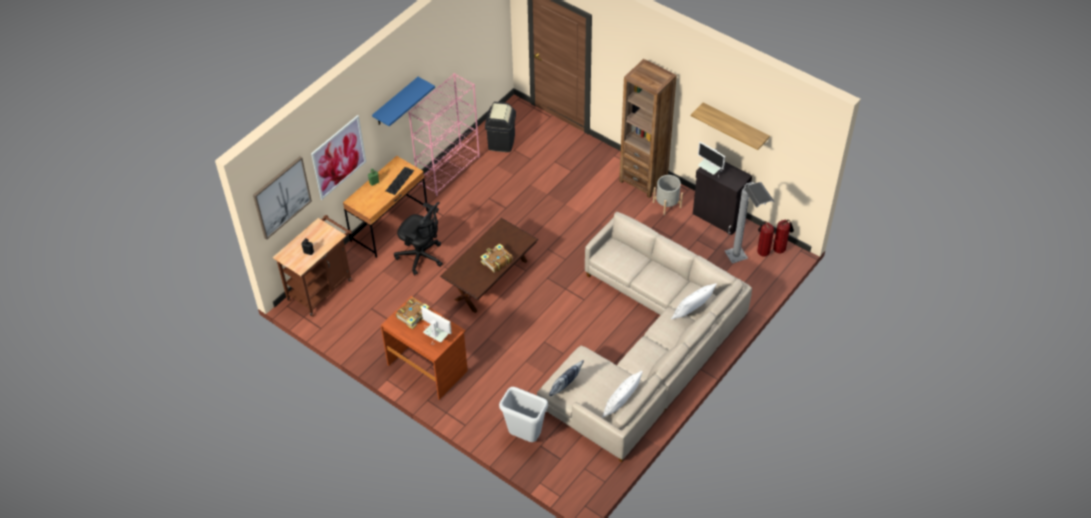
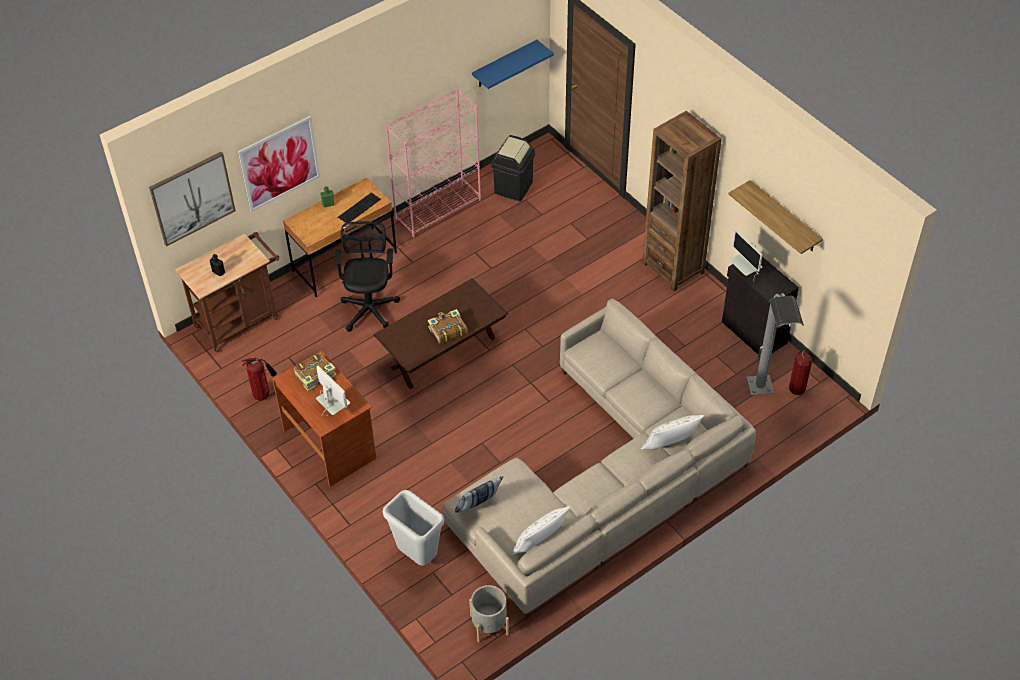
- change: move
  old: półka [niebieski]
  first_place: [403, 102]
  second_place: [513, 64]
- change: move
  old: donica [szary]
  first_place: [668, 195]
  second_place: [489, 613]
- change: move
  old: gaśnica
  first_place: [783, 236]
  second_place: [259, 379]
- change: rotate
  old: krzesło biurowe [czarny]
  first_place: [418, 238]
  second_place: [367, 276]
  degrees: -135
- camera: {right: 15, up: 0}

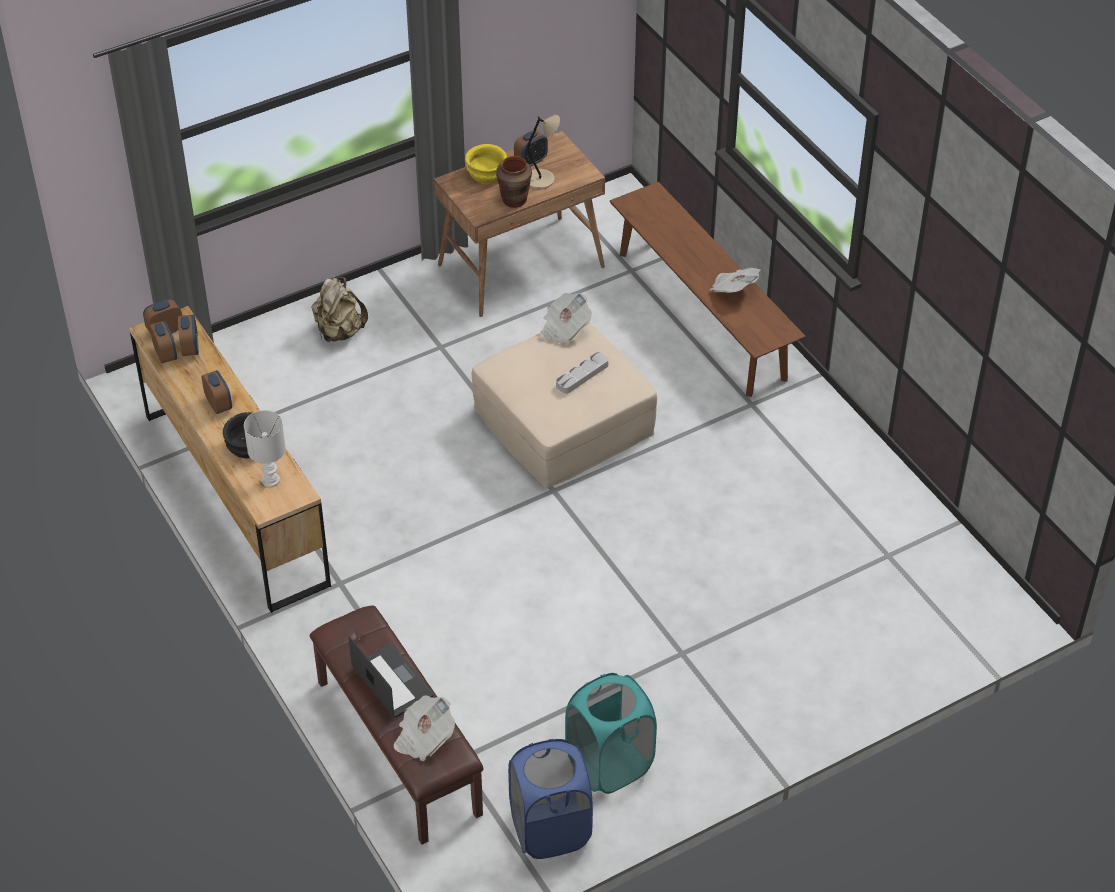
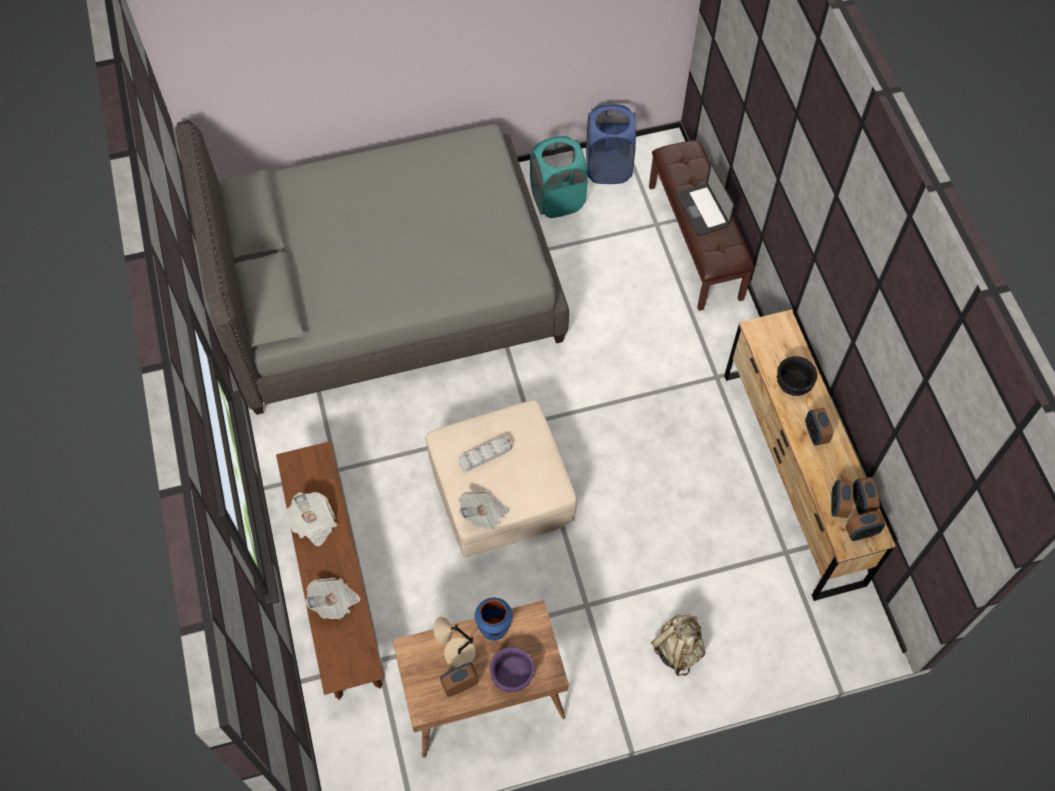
- change: delete
  old: lampa stołowa [biały]
  first_place: [265, 448]
- change: insert
  new: łóżko [szary]
  second_place: [372, 267]
- change: move
  old: gazeta
  first_place: [424, 728]
  second_place: [332, 599]
- change: recolor
  old: miska [żółty]
  new: miska [fioletowy]
  first_place: [486, 164]
  second_place: [512, 670]
- change: recolor
  old: wazon [brązowy]
  new: wazon [niebieski]
  first_place: [514, 182]
  second_place: [494, 619]
- camera: {right: -165, up: 15}

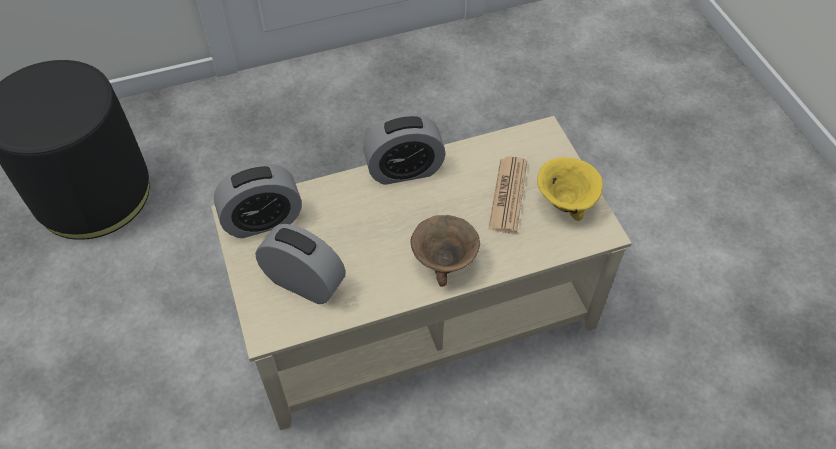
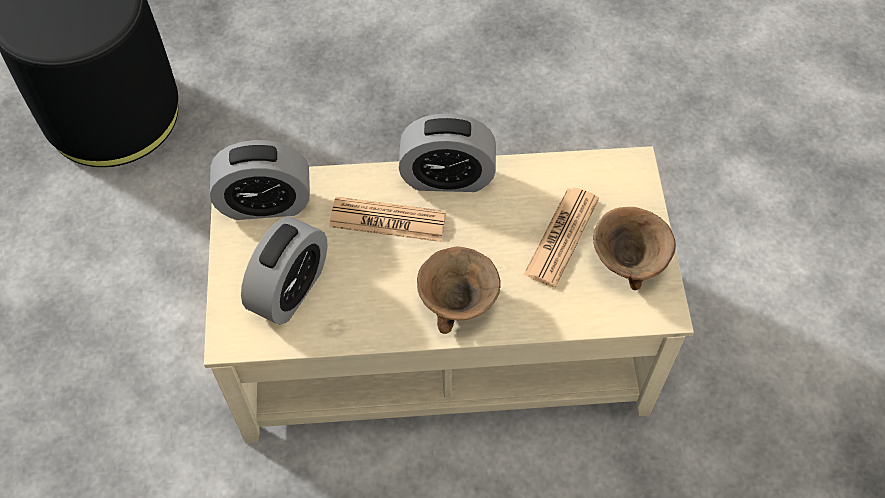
- change: insert
  new: gazeta
  second_place: [387, 219]
- change: recolor
  old: miska [żółty]
  new: miska [brązowy]
  first_place: [570, 189]
  second_place: [634, 248]
- change: rotate
  old: budzik
  first_place: [300, 264]
  second_place: [284, 271]
  degrees: 75
- camera: {right: 15, up: 5}

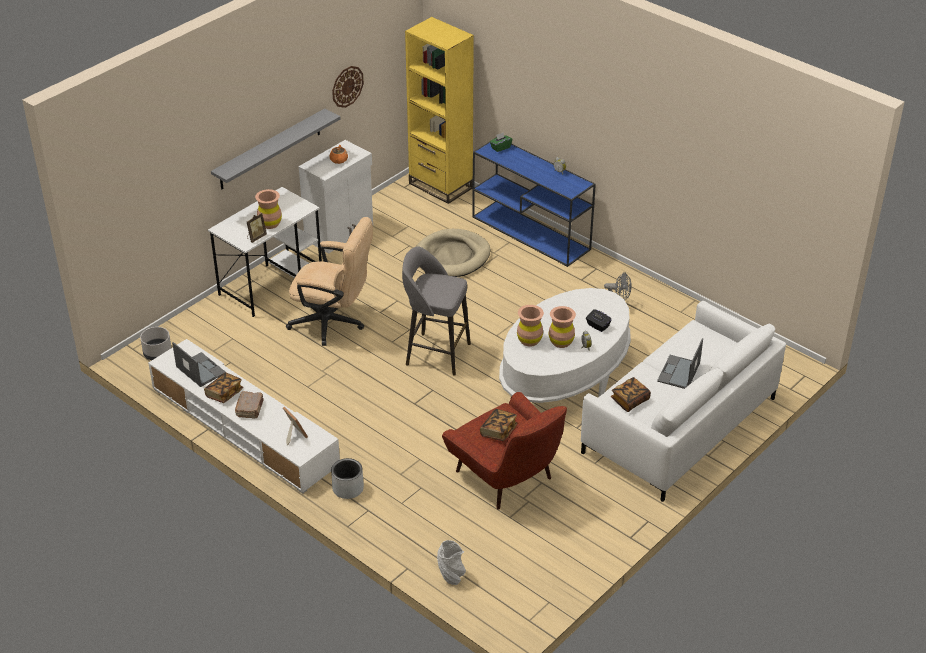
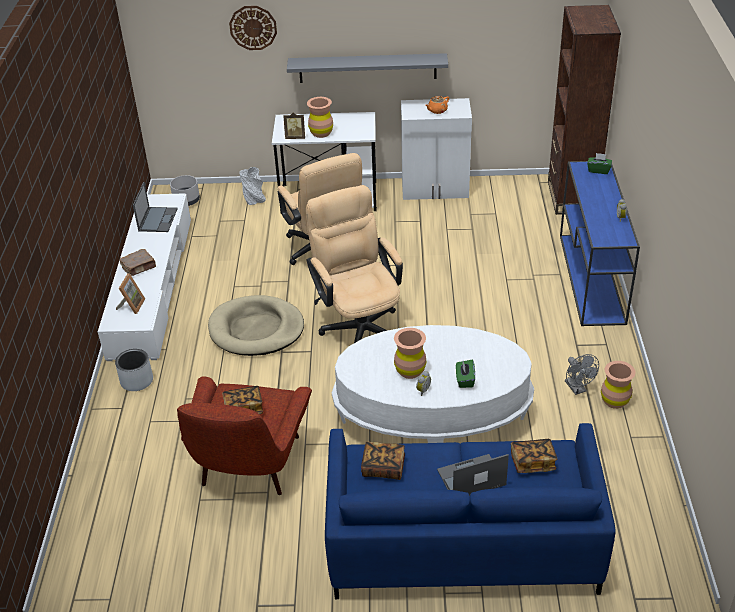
- change: move
  old: książka
  first_place: [223, 387]
  second_place: [534, 456]
- change: move
  old: zegar ścienny
  first_place: [348, 87]
  second_place: [253, 28]
- change: move
  old: legowisko [beżowy]
  first_place: [453, 253]
  second_place: [256, 325]
- change: move
  old: wazon [szary]
  first_place: [451, 562]
  second_place: [253, 186]
- change: move
  old: wazon [brązowy]
  first_place: [530, 326]
  second_place: [618, 385]
- change: replace
  old: stołek [szary]
  new: krzesło biurowe [beżowy]
  first_place: [436, 311]
  second_place: [354, 264]
- change: recolor
  old: regał [żółty]
  new: regał [brązowy]
  first_place: [439, 110]
  second_place: [584, 110]
- change: recolor
  old: kanapa [biały]
  new: kanapa [niebieski]
  first_place: [683, 401]
  second_place: [470, 511]
- change: recolor
  old: pudełko chusteczek [czarny]
  new: pudełko chusteczek [zielony]
  first_place: [599, 320]
  second_place: [465, 373]
- camera: {right: 50, up: 0}

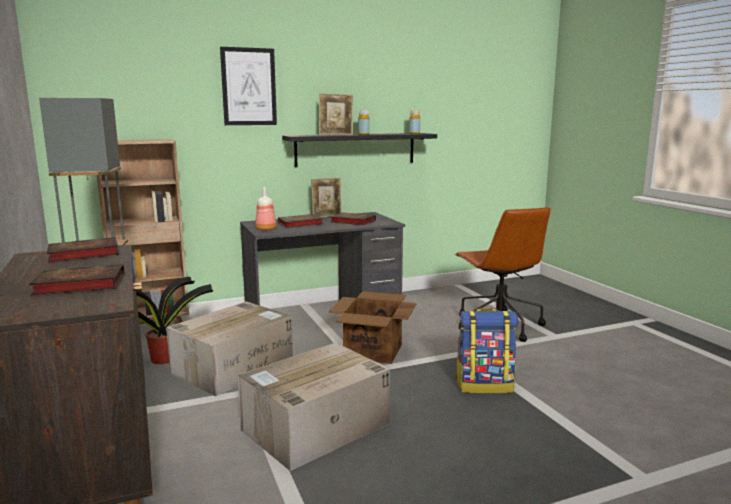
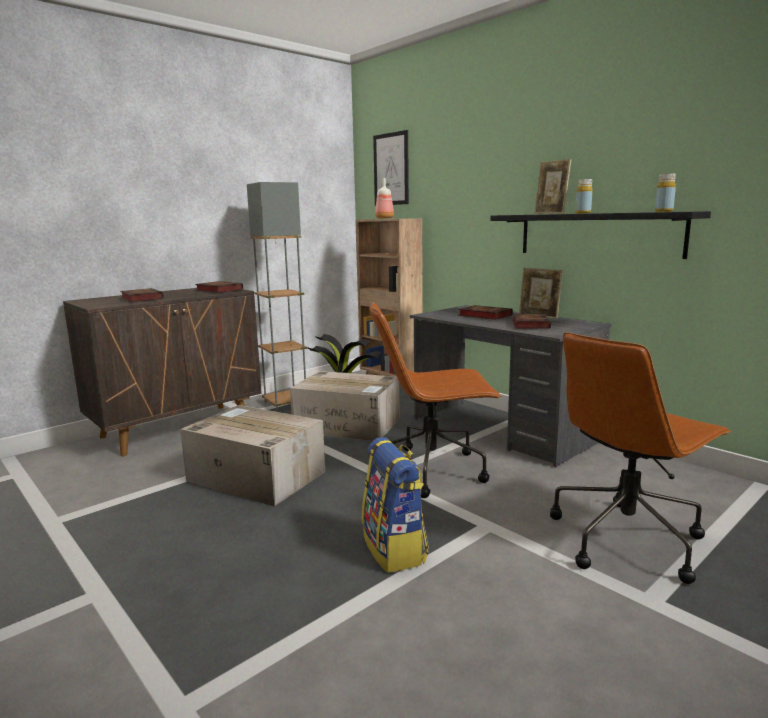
- change: move
  old: obraz
  first_place: [248, 86]
  second_place: [391, 167]
- change: move
  old: butelka
  first_place: [265, 209]
  second_place: [384, 198]
- change: replace
  old: karton
  new: krzesło biurowe [brązowy]
  first_place: [372, 327]
  second_place: [435, 400]
- camera: {right: 70, up: 0}

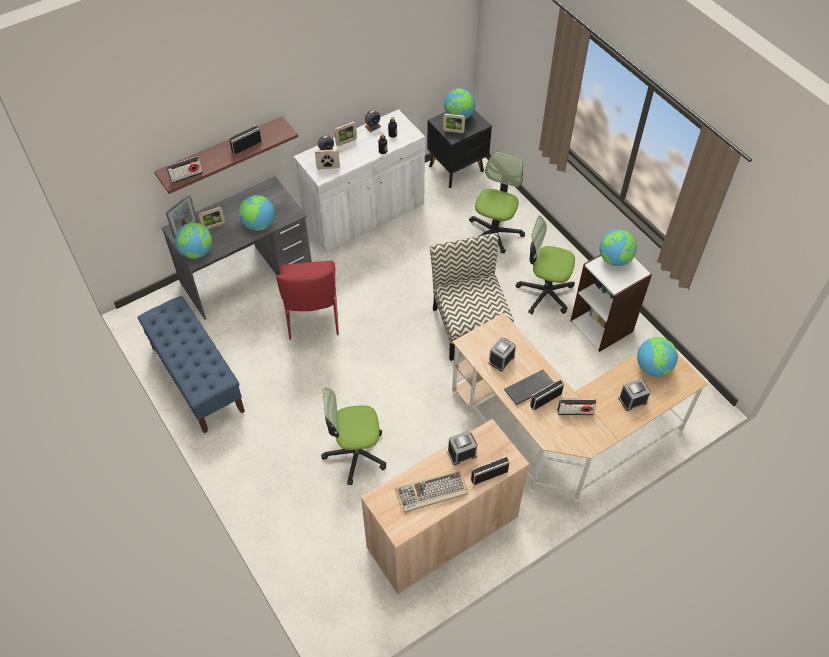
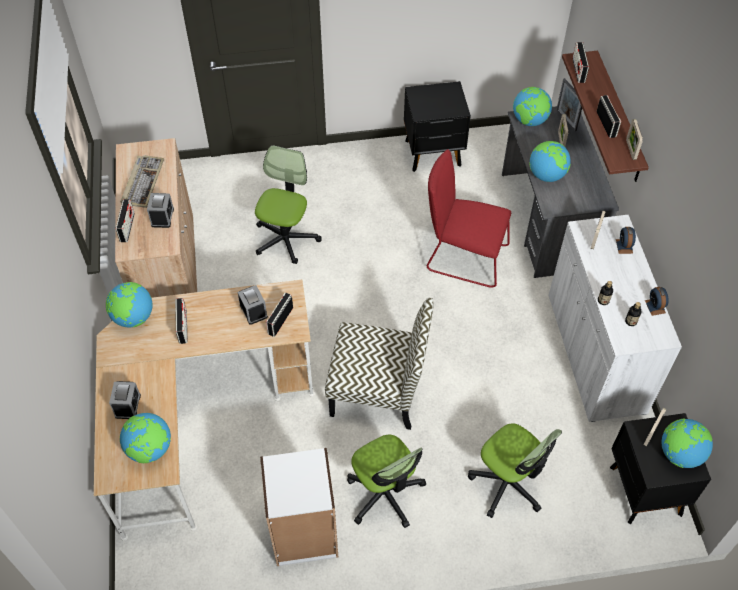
- change: delete
  old: klawiatura
  first_place: [529, 387]
- change: move
  old: ramka na zdjęcie
  first_place: [345, 133]
  second_place: [634, 139]
- change: move
  old: radio
  first_place: [577, 407]
  second_place: [279, 315]
- change: move
  old: globus
  first_place: [618, 248]
  second_place: [129, 305]
- change: replace
  old: ławka [niebieski]
  new: szafka nocna [czarny]
  first_place: [191, 364]
  second_place: [437, 126]
- change: rotate
  old: krzesło biurowe
  first_place: [545, 265]
  second_place: [386, 481]
  degrees: 105
- camera: {right: 115, up: 0}

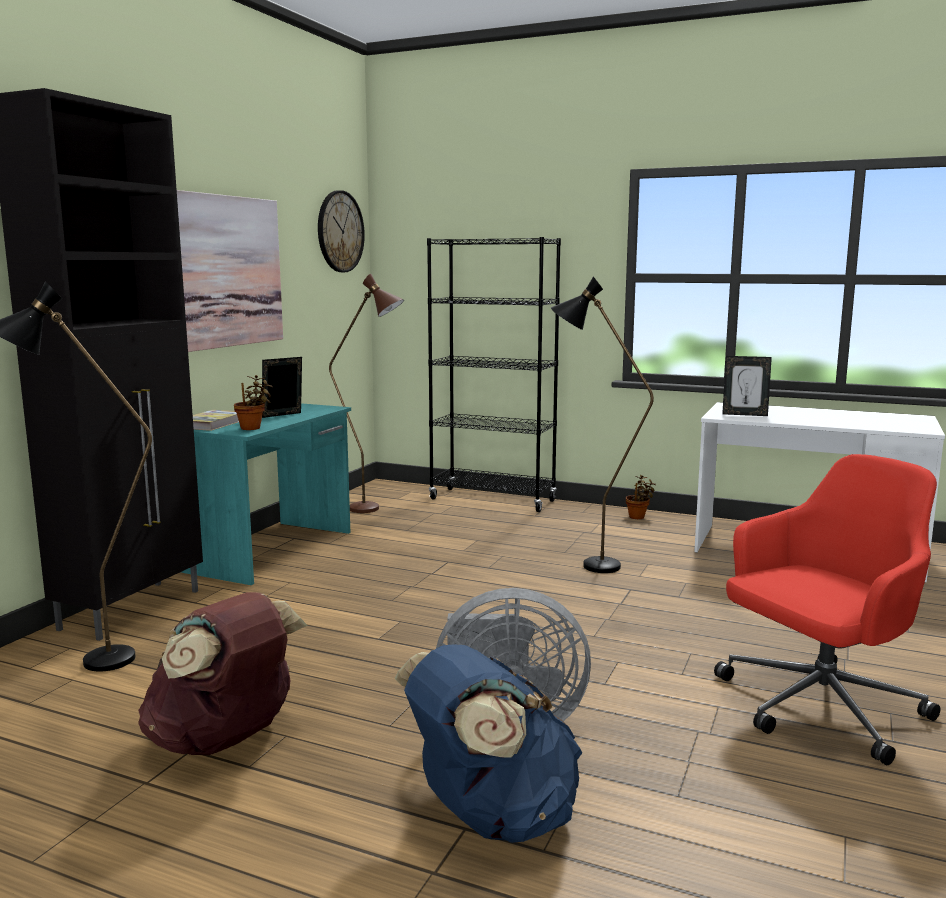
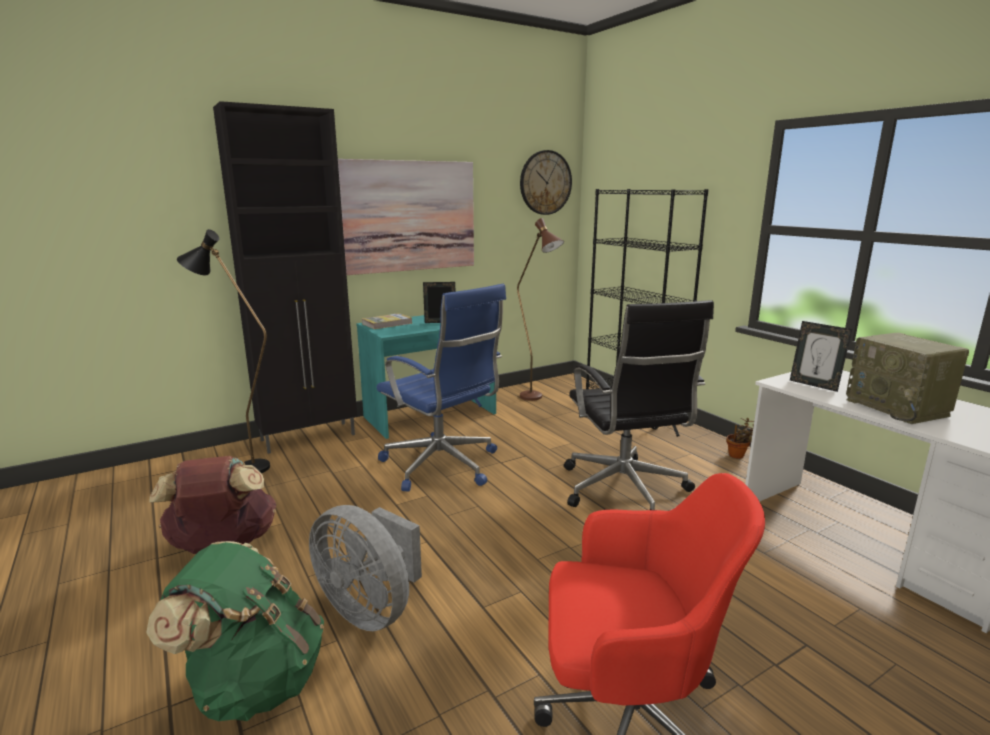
- change: delete
  old: roślina doniczkowa
  first_place: [253, 402]
- change: insert
  new: krzesło biurowe [niebieski]
  second_place: [441, 387]
- change: insert
  new: radio
  second_place: [907, 378]
- change: replace
  old: lampa stojąca [czarny]
  new: krzesło biurowe [czarny]
  first_place: [602, 424]
  second_place: [639, 405]
- change: recolor
  old: plecak [niebieski]
  new: plecak [zielony]
  first_place: [488, 744]
  second_place: [235, 631]
- camera: {right: 35, up: 5}

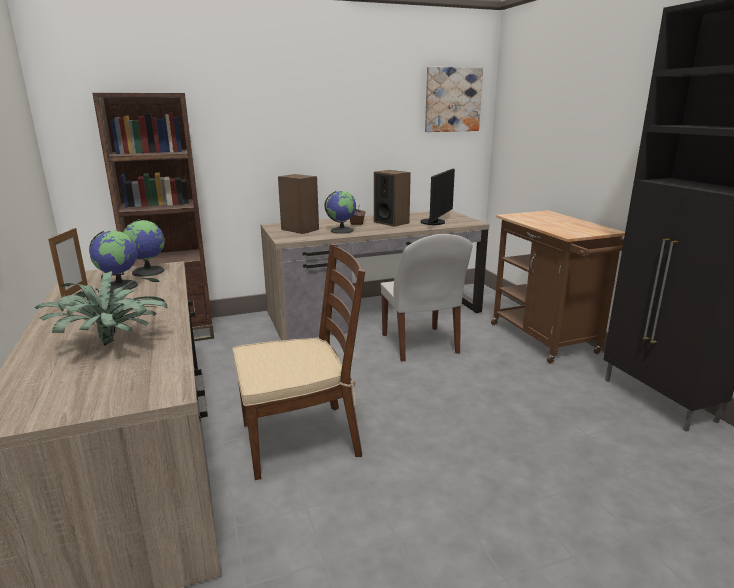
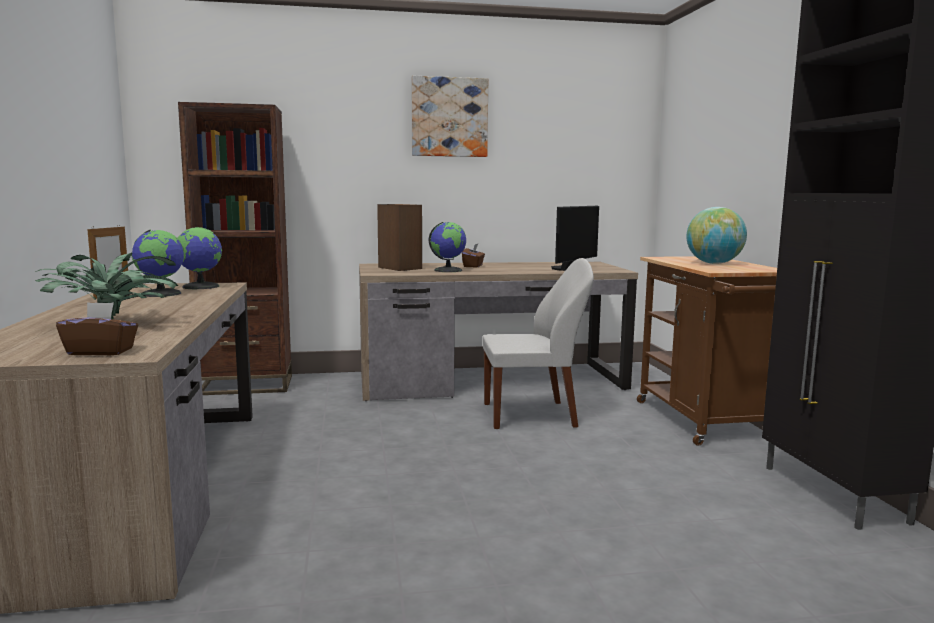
- change: delete
  old: krzesło [brązowy]
  first_place: [298, 362]
- change: delete
  old: głośnik
  first_place: [392, 198]
- change: insert
  new: pudełko chusteczek [brązowy]
  second_place: [97, 328]
- change: insert
  new: globus
  second_place: [716, 235]
- change: move
  old: obraz
  first_place: [454, 99]
  second_place: [450, 116]
- change: rotate
  old: krzesło [biały]
  first_place: [427, 298]
  second_place: [538, 343]
  degrees: -90
- camera: {right: 10, up: -10}

